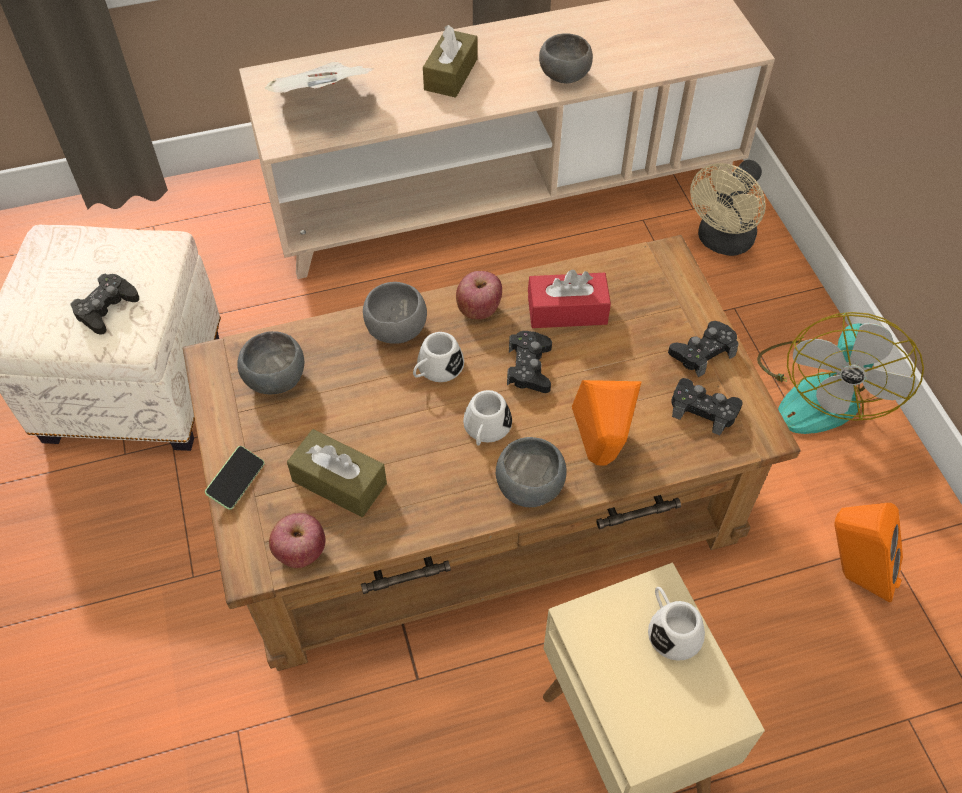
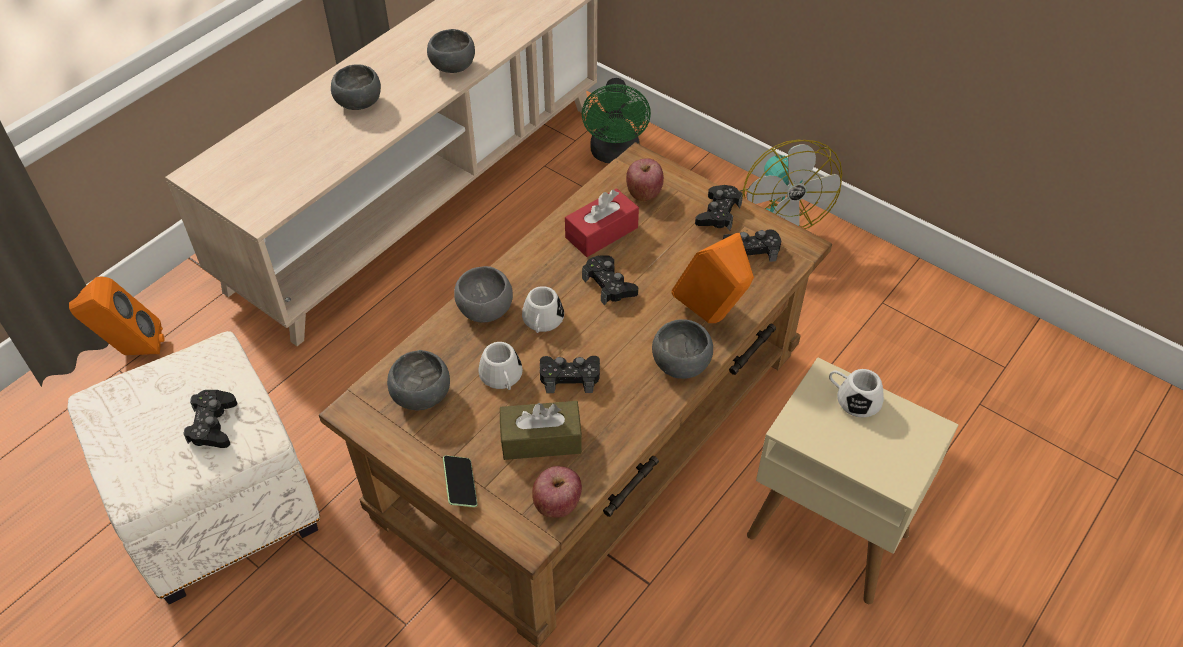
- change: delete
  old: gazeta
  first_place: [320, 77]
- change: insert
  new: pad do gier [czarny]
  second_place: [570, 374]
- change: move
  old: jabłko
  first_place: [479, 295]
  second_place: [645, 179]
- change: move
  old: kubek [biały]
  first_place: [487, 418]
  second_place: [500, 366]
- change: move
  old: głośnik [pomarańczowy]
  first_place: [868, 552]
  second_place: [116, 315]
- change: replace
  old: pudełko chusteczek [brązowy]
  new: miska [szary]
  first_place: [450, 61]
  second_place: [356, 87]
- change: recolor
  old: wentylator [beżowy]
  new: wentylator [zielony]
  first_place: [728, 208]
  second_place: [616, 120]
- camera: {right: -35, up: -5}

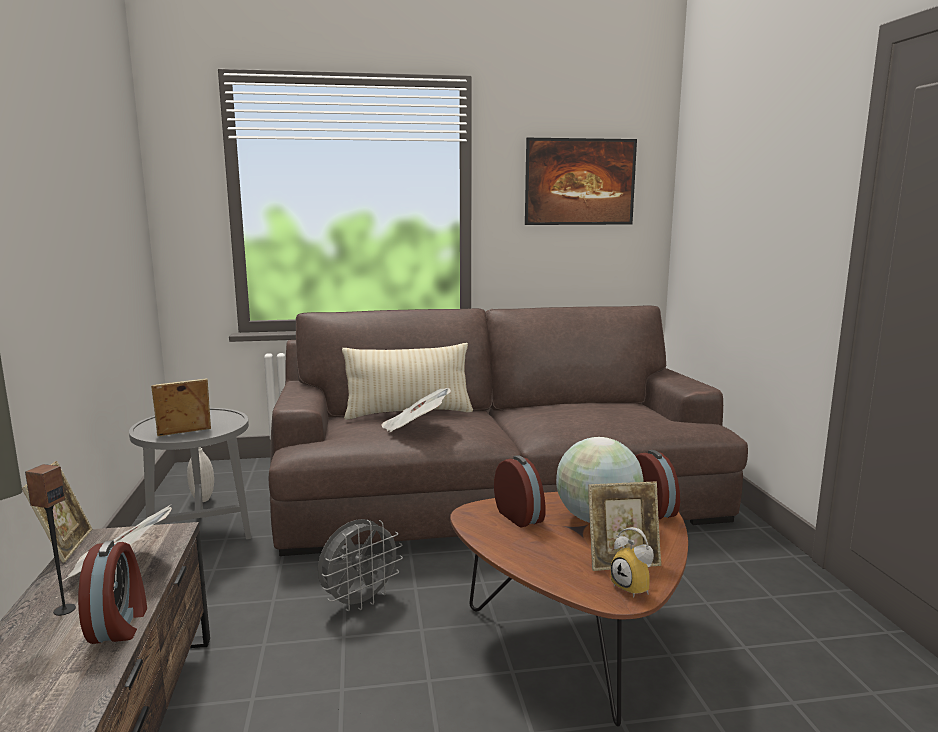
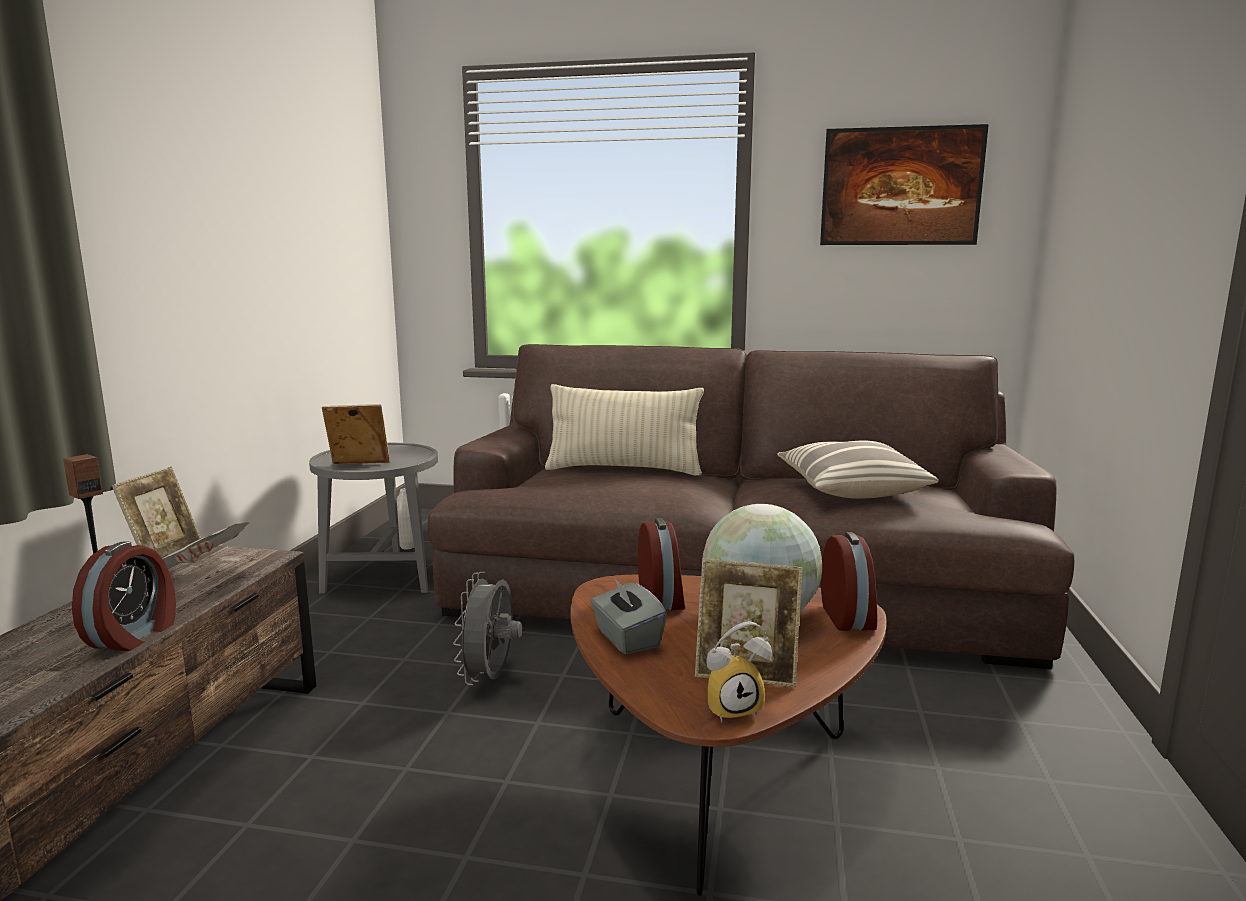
- change: delete
  old: gazeta
  first_place: [416, 410]
- change: insert
  new: pudełko chusteczek [szary]
  second_place: [629, 616]
- change: insert
  new: poduszka
  second_place: [858, 469]
- change: rotate
  old: wentylator [szary]
  first_place: [360, 565]
  second_place: [487, 628]
  degrees: 120
- change: rotate
  old: budzik
  first_place: [632, 562]
  second_place: [739, 671]
  degrees: -90
- camera: {right: 20, up: 0}

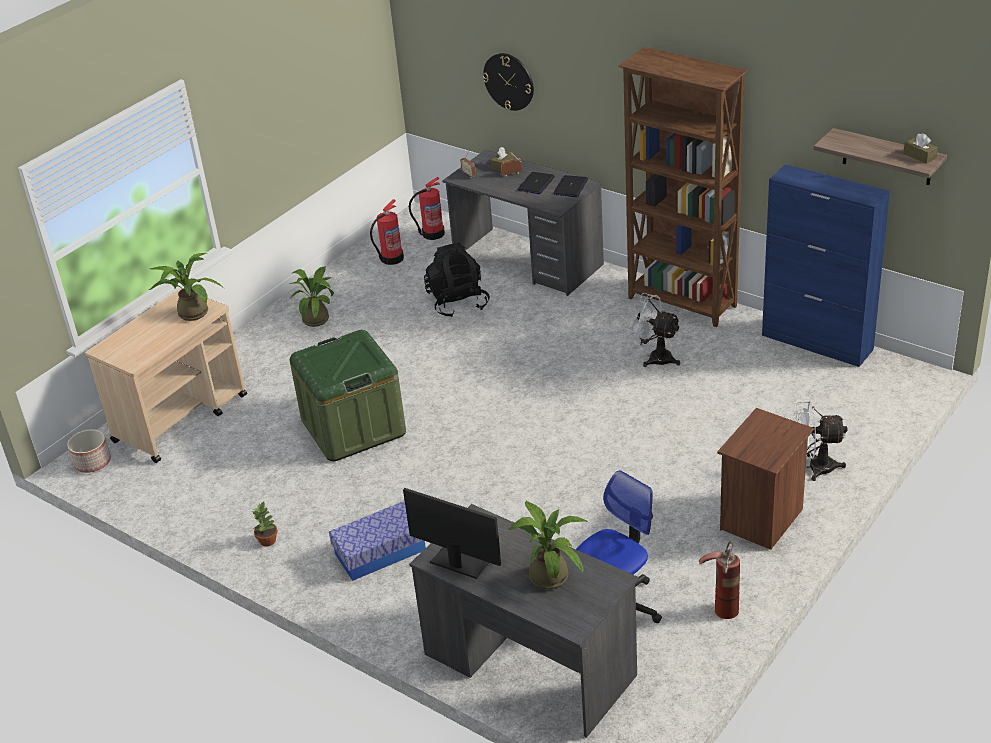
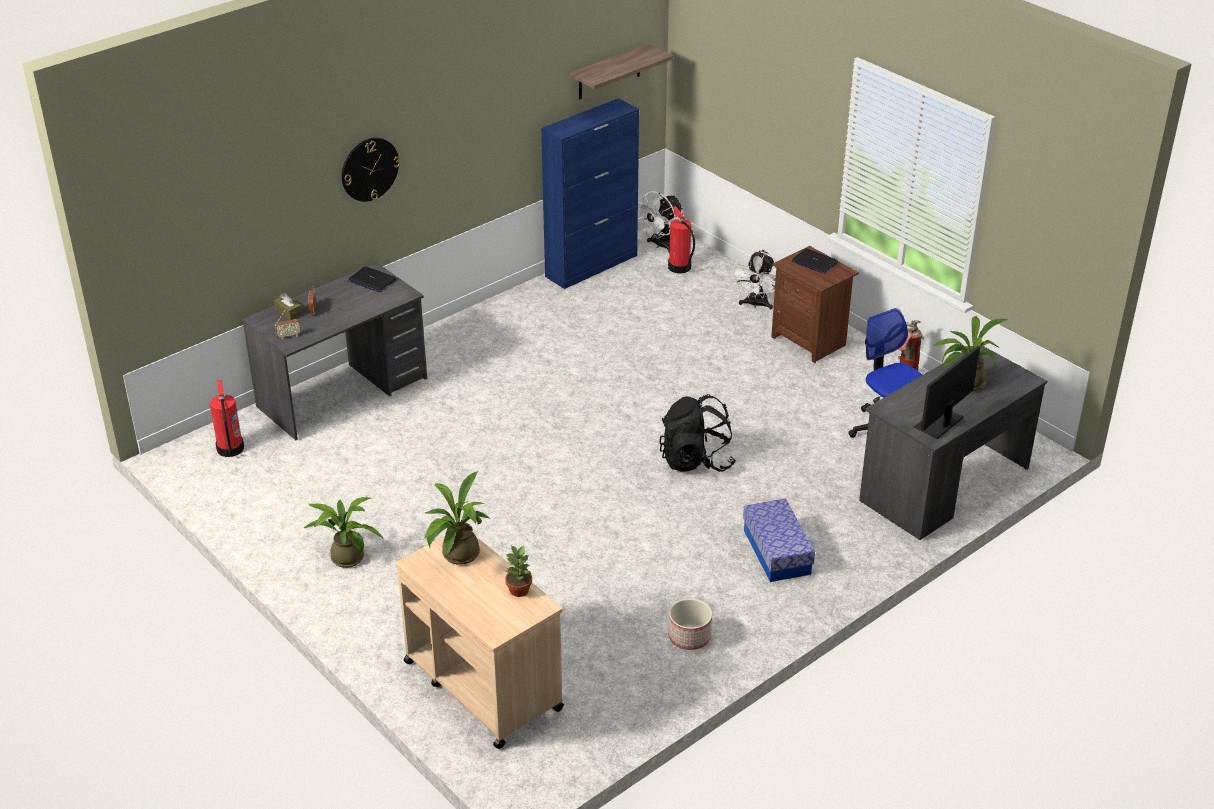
- change: delete
  old: pojemnik do przechowywania [zielony]
  first_place: [348, 395]
- change: delete
  old: regał [brązowy]
  first_place: [683, 187]
- change: delete
  old: pudełko chusteczek [brązowy]
  first_place: [920, 148]
- change: move
  old: donica
  first_place: [89, 451]
  second_place: [690, 624]
- change: move
  old: roślina doniczkowa
  first_place: [265, 524]
  second_place: [518, 571]
- change: move
  old: gaśnica
  first_place: [387, 232]
  second_place: [681, 239]
- change: move
  old: plecak [czarny]
  first_place: [457, 280]
  second_place: [697, 433]
- change: move
  old: zegar ścienny
  first_place: [508, 82]
  second_place: [371, 170]
- change: move
  old: laptop
  first_place: [536, 183]
  second_place: [815, 261]
- change: move
  old: wentylator [biały]
  first_place: [654, 330]
  second_place: [660, 222]
- camera: {right: -80, up: 0}

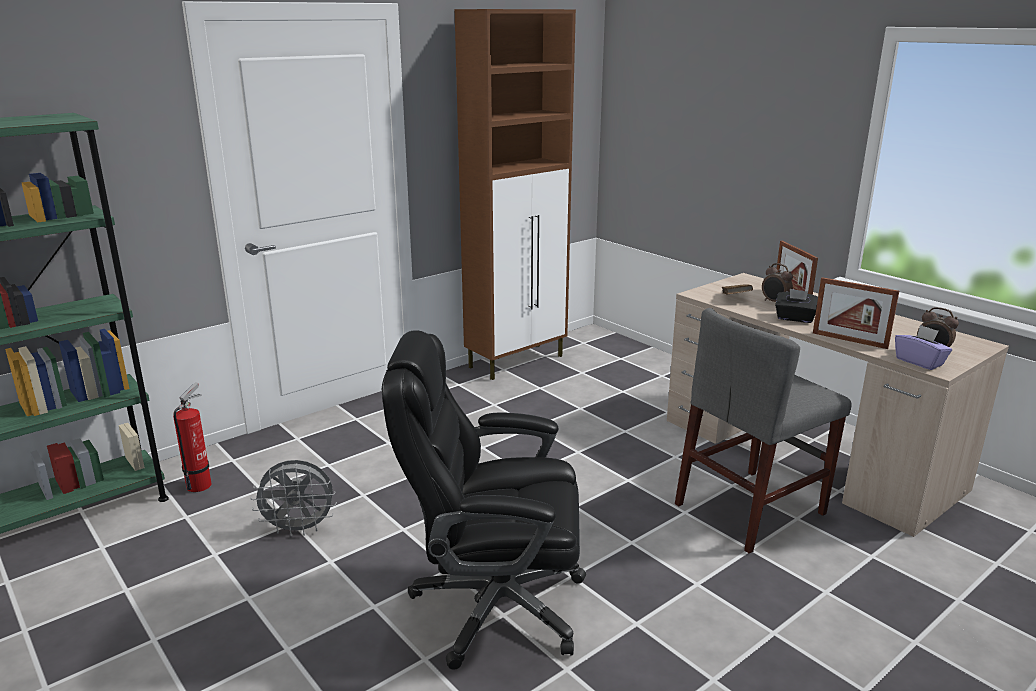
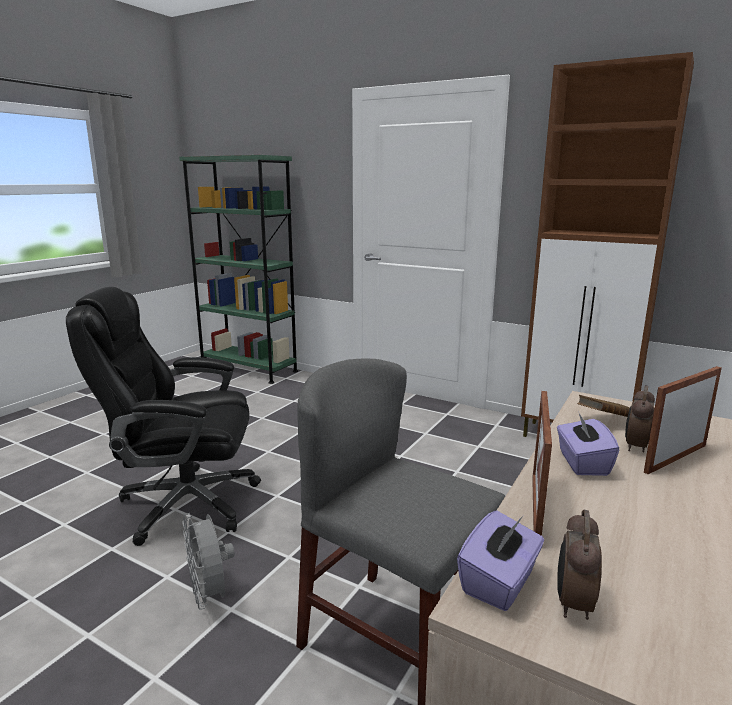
- change: delete
  old: gaśnica
  first_place: [192, 437]
- change: move
  old: wentylator [szary]
  first_place: [293, 498]
  second_place: [208, 561]
- change: recolor
  old: pudełko chusteczek [czarny]
  new: pudełko chusteczek [fioletowy]
  first_place: [796, 306]
  second_place: [588, 443]
- change: rotate
  old: krzesło biurowe [czarny]
  first_place: [484, 500]
  second_place: [163, 416]
  degrees: -75
- camera: {right: 70, up: -5}

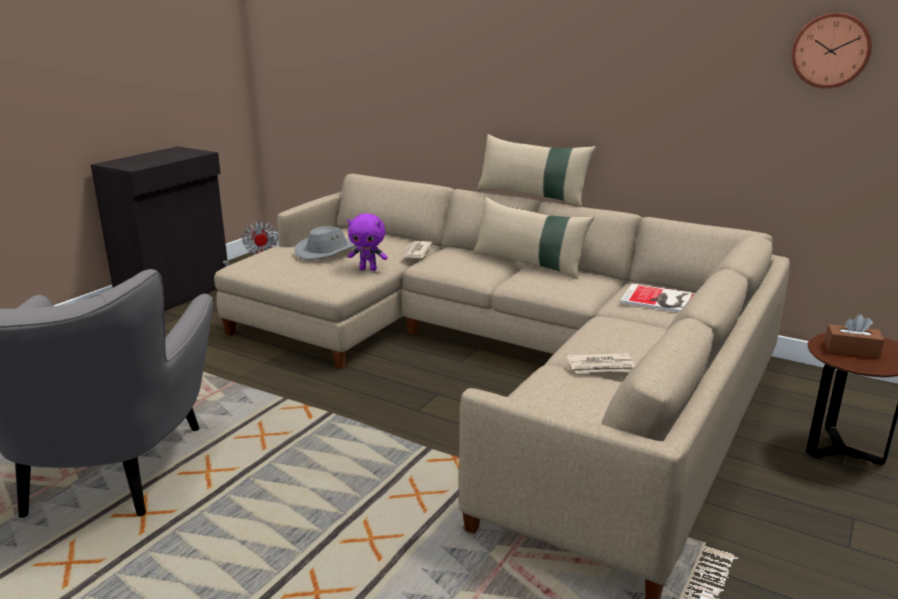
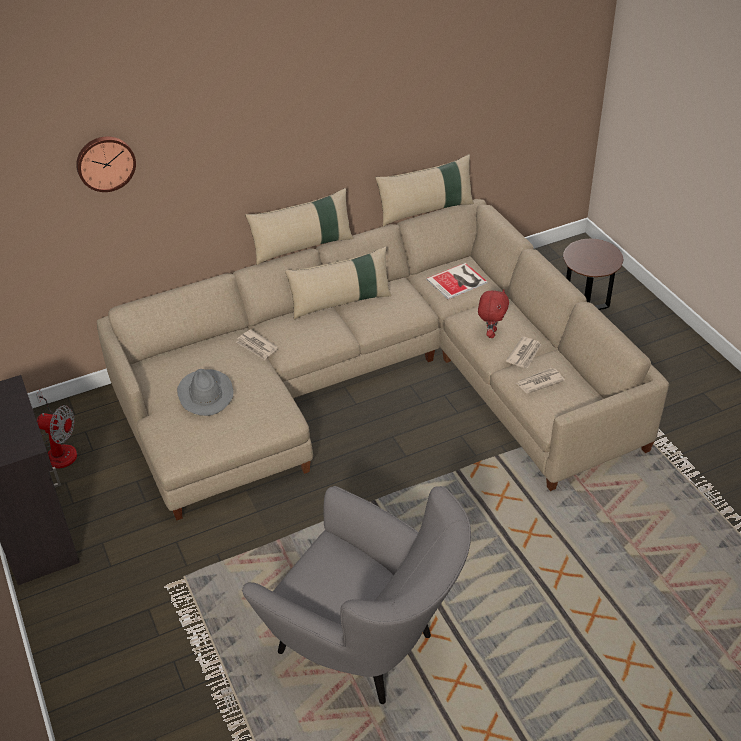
- change: delete
  old: pluszak [fioletowy]
  first_place: [367, 242]
- change: delete
  old: pudełko chusteczek [brązowy]
  first_place: [854, 336]
- change: insert
  new: poduszka [beżowy]
  second_place: [424, 190]
- change: insert
  new: pluszak [czerwony]
  second_place: [493, 313]
- change: insert
  new: gazeta
  second_place: [540, 381]
- change: move
  old: zegar ścienny
  first_place: [832, 50]
  second_place: [106, 164]
- camera: {right: -55, up: 20}

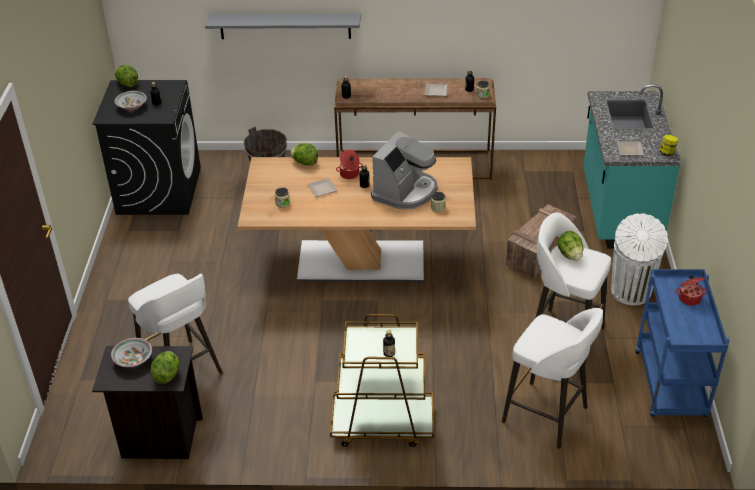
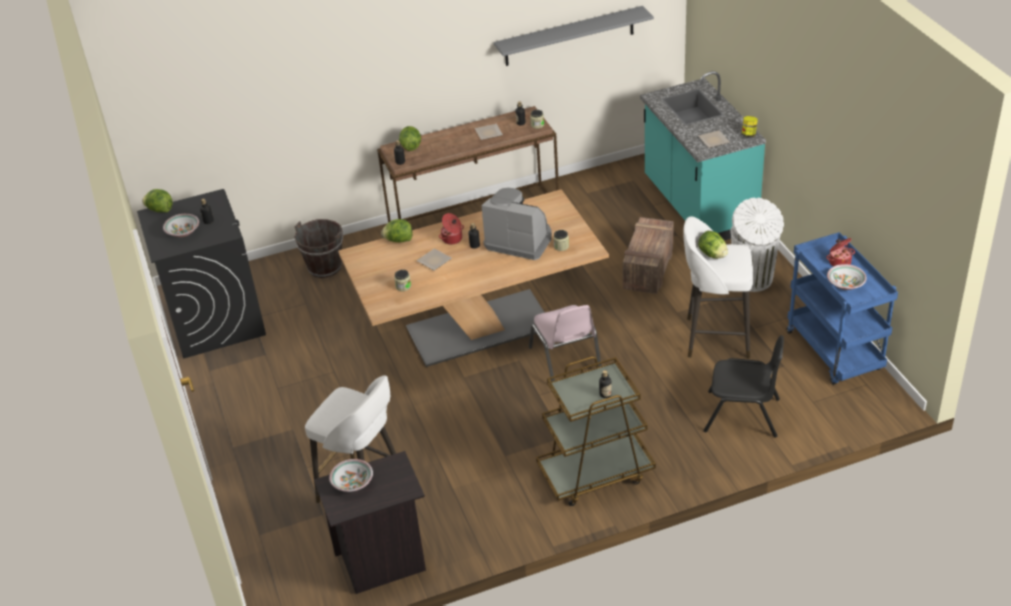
- change: insert
  new: krzesło [różowy]
  second_place: [565, 343]
- change: insert
  new: miska
  second_place: [847, 277]
- change: move
  old: sałata
  first_place: [165, 367]
  second_place: [410, 138]
- change: move
  old: półka [szary]
  first_place: [283, 26]
  second_place: [574, 36]
- change: replace
  old: stołek [biały]
  new: krzesło [czarny]
  first_place: [552, 378]
  second_place: [744, 386]
- change: rotate
  old: ekspres do kawy
  first_place: [404, 170]
  second_place: [517, 224]
  degrees: -75
- camera: {right: -20, up: 0}

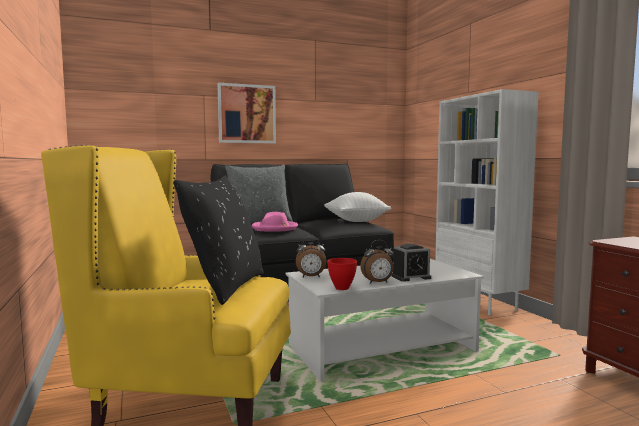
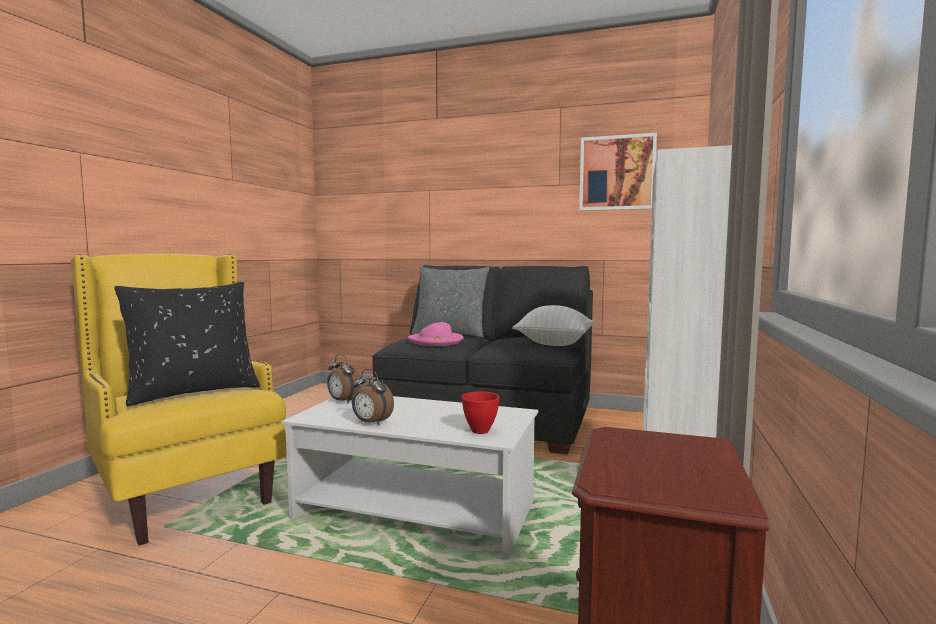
- change: delete
  old: budzik
  first_place: [411, 263]
- change: move
  old: obraz
  first_place: [246, 113]
  second_place: [618, 172]
- change: move
  old: miska [czerwony]
  first_place: [342, 274]
  second_place: [481, 412]
- camera: {right: 40, up: 0}

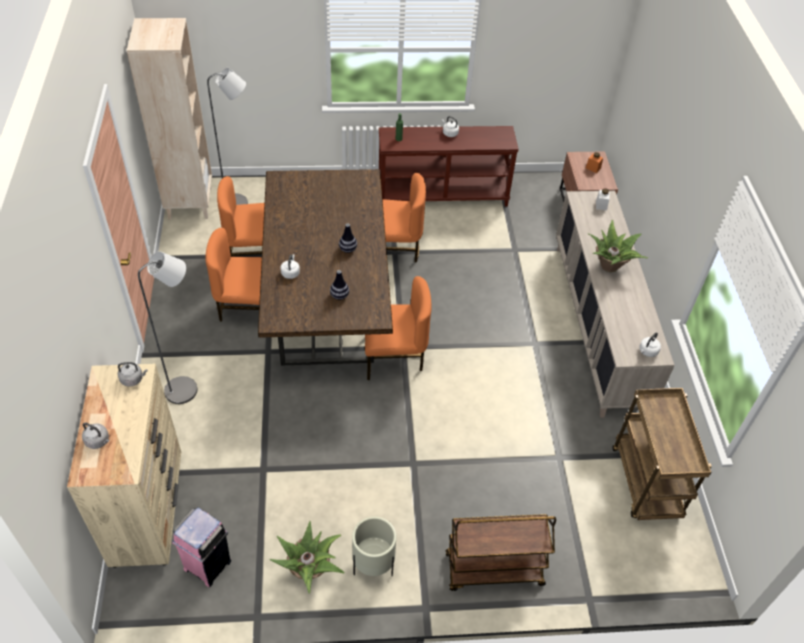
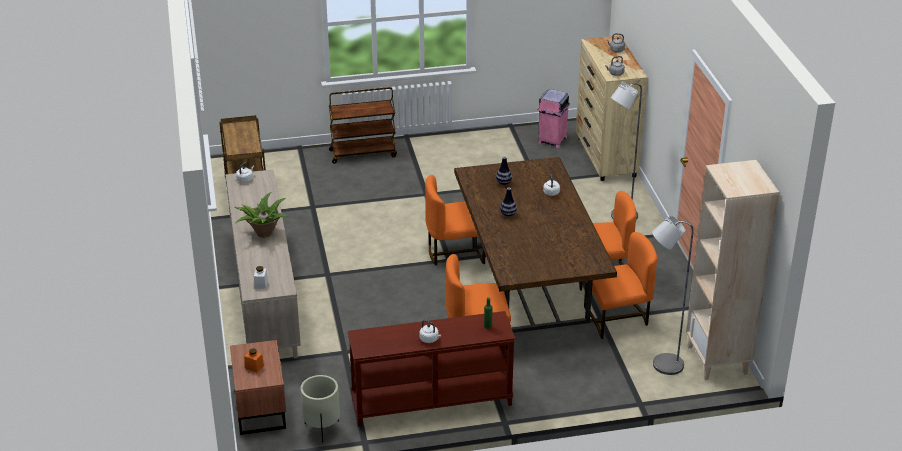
- change: delete
  old: roślina doniczkowa
  first_place: [307, 557]
- change: move
  old: donica [beżowy]
  first_place: [374, 546]
  second_place: [320, 408]
- camera: {right: 175, up: -15}

